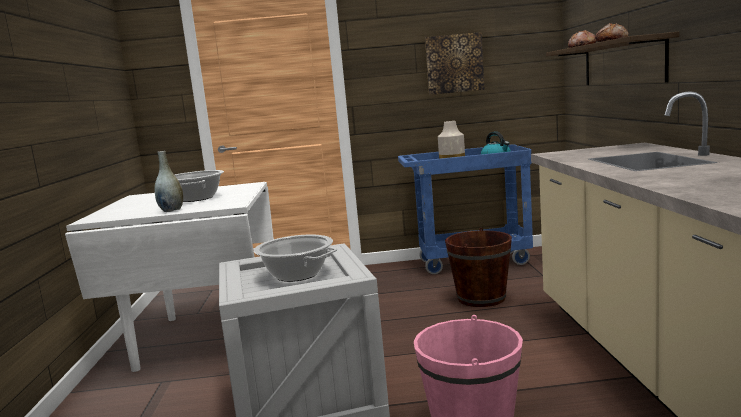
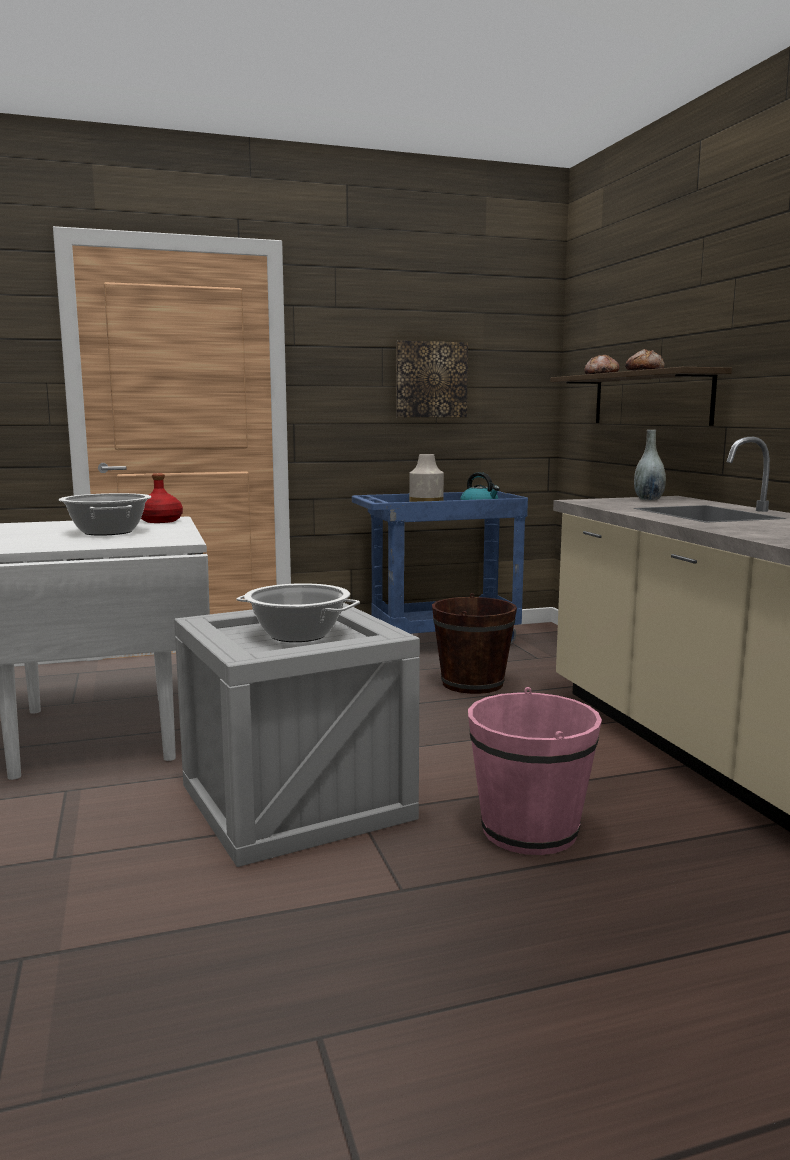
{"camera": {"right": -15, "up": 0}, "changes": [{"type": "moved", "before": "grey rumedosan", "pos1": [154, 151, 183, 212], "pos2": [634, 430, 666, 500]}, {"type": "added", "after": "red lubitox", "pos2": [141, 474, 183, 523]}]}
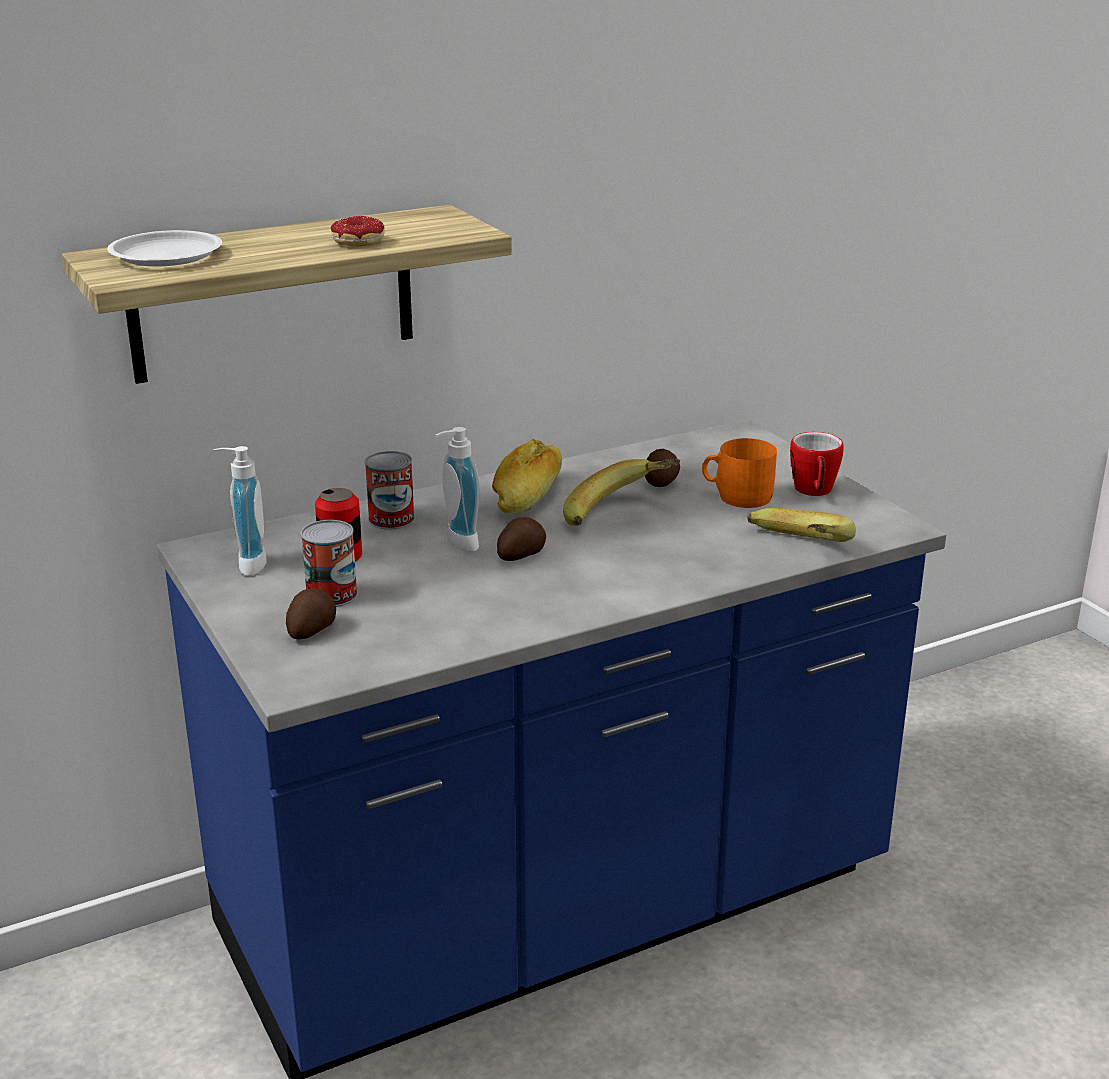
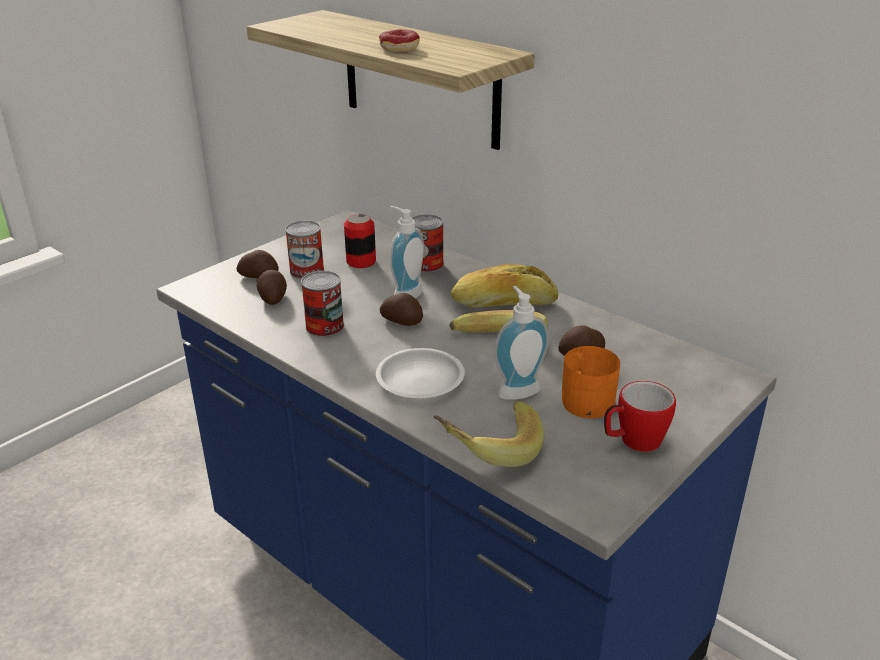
{"camera": {"right": 70, "up": 5}, "changes": [{"type": "moved", "before": "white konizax", "pos1": [107, 230, 222, 266], "pos2": [376, 348, 465, 398]}, {"type": "moved", "before": "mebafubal", "pos1": [214, 446, 266, 576], "pos2": [494, 286, 549, 400]}, {"type": "added", "after": "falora", "pos2": [256, 269, 287, 305]}, {"type": "added", "after": "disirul", "pos2": [301, 271, 344, 337]}]}
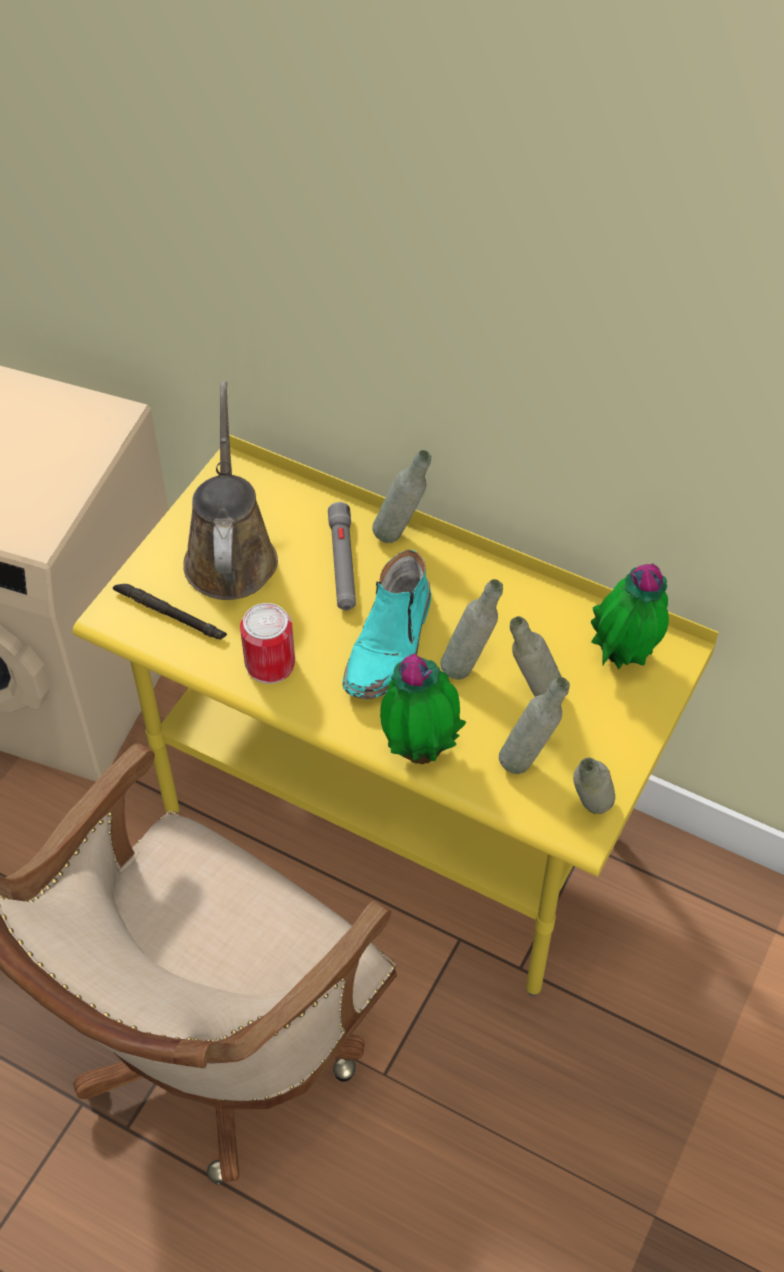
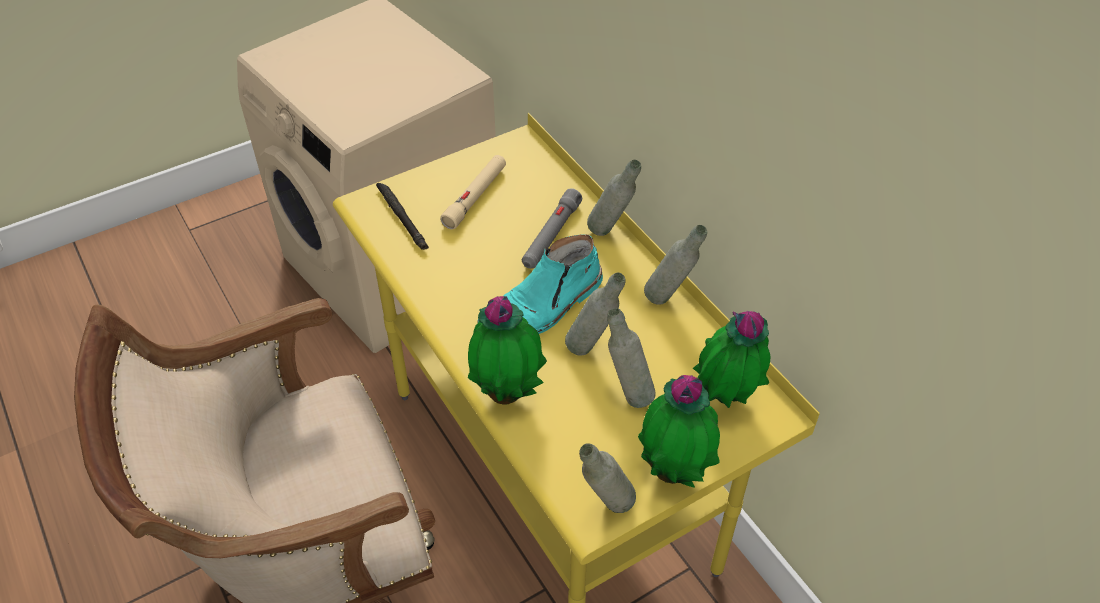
{"camera": {"right": 30, "up": -5}, "changes": [{"type": "replaced", "before": "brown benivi", "after": "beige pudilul", "pos1": [183, 381, 278, 600], "pos2": [440, 155, 506, 229]}, {"type": "removed", "before": "disirul", "pos1": [240, 603, 295, 684]}, {"type": "moved", "before": "grey lubitox", "pos1": [499, 677, 570, 774], "pos2": [644, 225, 707, 305]}, {"type": "added", "after": "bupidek", "pos2": [638, 375, 720, 488]}]}
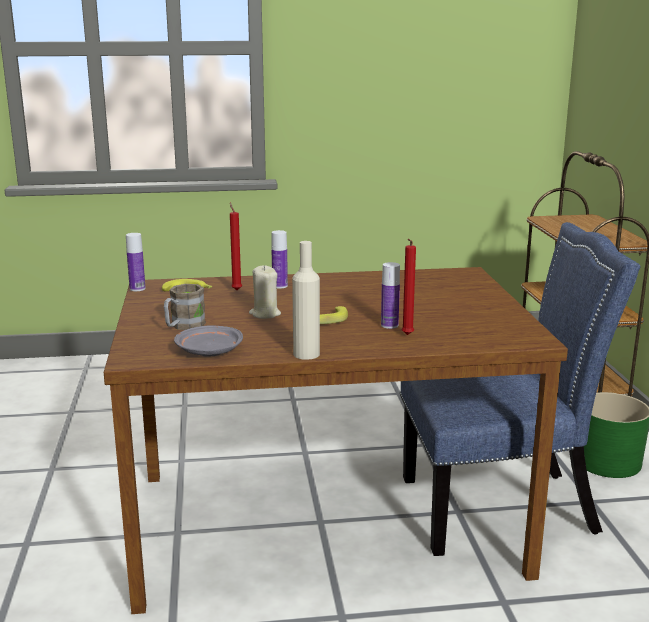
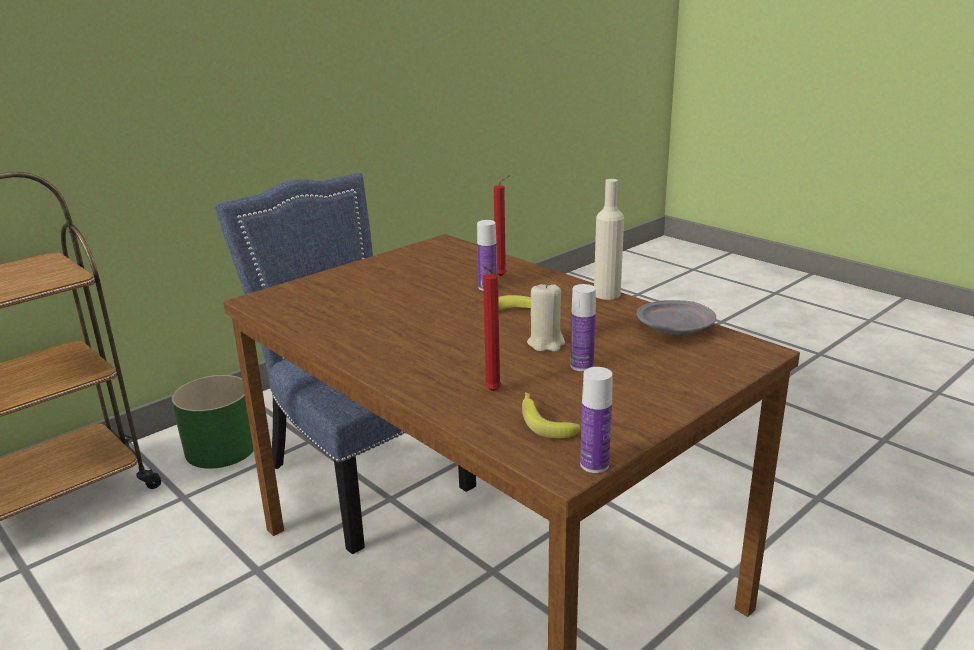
{"camera": {"right": -125, "up": 5}, "changes": [{"type": "moved", "before": "lubitox", "pos1": [271, 230, 288, 289], "pos2": [570, 284, 596, 371]}, {"type": "removed", "before": "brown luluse", "pos1": [164, 284, 206, 330]}]}
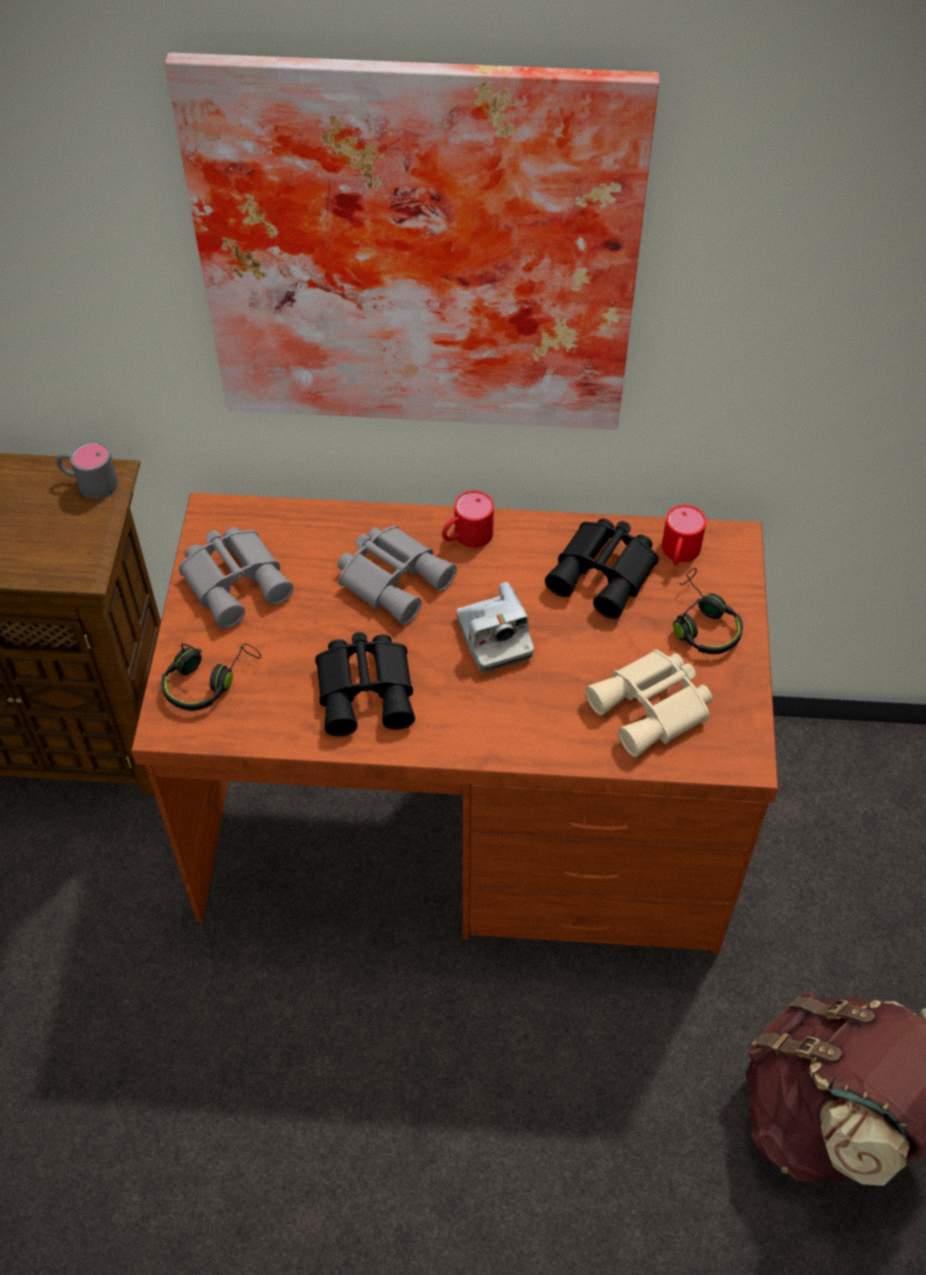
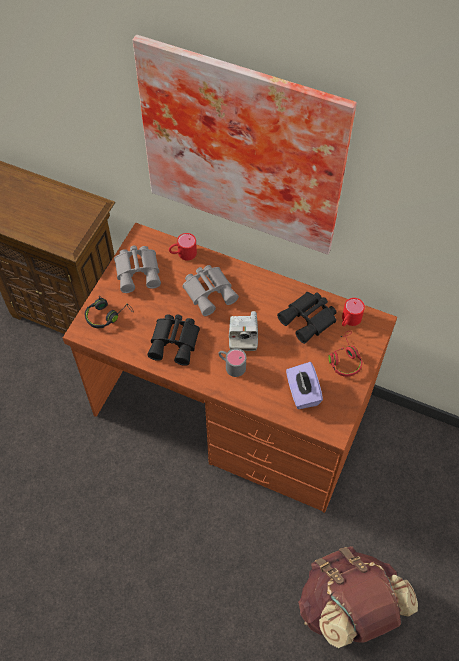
{"camera": {"right": 20, "up": 5}, "changes": [{"type": "moved", "before": "grey luluse", "pos1": [56, 441, 118, 499], "pos2": [218, 348, 246, 377]}, {"type": "moved", "before": "red luluse", "pos1": [442, 490, 494, 548], "pos2": [169, 233, 197, 261]}, {"type": "recoloured", "before": "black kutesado", "after": "red kutesado", "pos1": [673, 568, 743, 654], "pos2": [328, 331, 362, 377]}, {"type": "replaced", "before": "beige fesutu", "after": "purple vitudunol", "pos1": [585, 649, 713, 757], "pos2": [286, 362, 323, 409]}]}
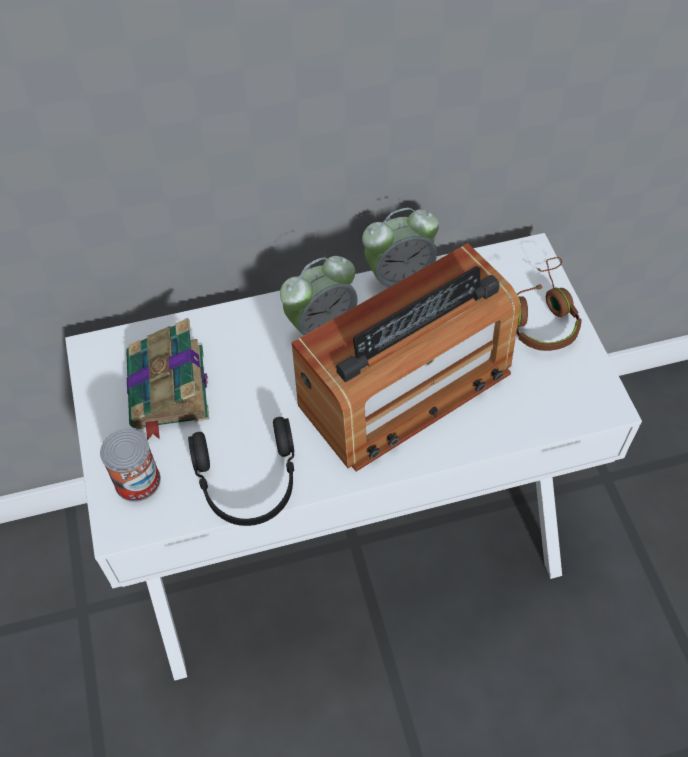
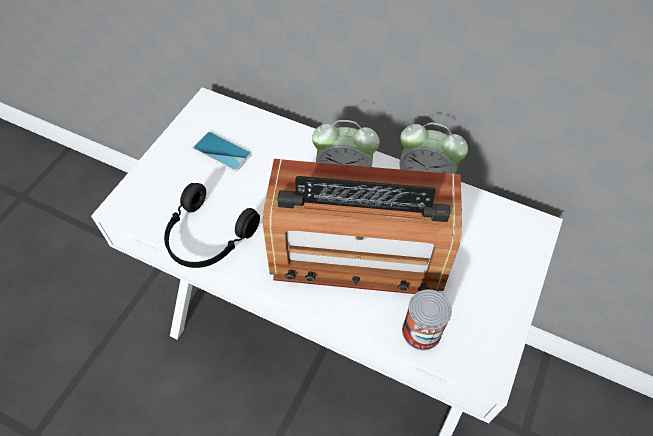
{"camera": {"right": 40, "up": 0}, "changes": [{"type": "removed", "before": "brown kutesado", "pos1": [516, 257, 581, 351]}, {"type": "replaced", "before": "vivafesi", "after": "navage", "pos1": [126, 318, 209, 440], "pos2": [193, 132, 252, 171]}, {"type": "moved", "before": "disirul", "pos1": [100, 429, 161, 502], "pos2": [402, 289, 452, 351]}]}
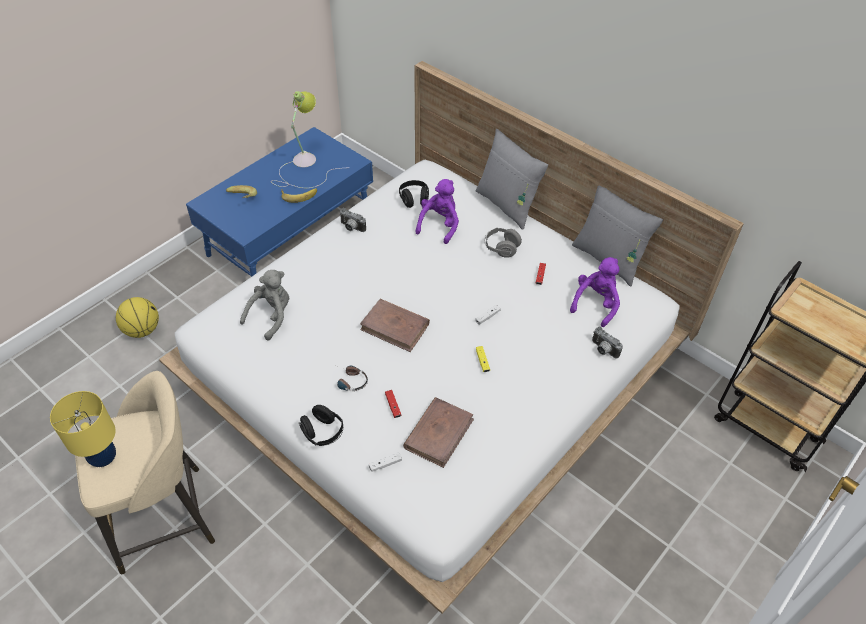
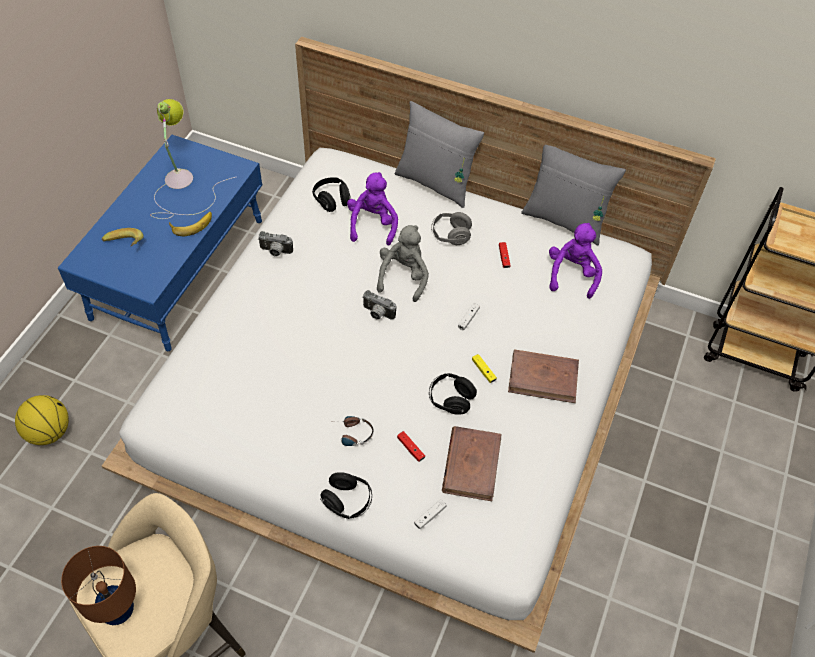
{"camera": {"right": -20, "up": 5}, "changes": [{"type": "moved", "before": "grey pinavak", "pos1": [240, 270, 289, 341], "pos2": [377, 225, 429, 302]}, {"type": "moved", "before": "brown vivafesi", "pos1": [360, 299, 430, 352], "pos2": [508, 349, 579, 403]}, {"type": "moved", "before": "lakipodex", "pos1": [592, 327, 623, 359], "pos2": [362, 290, 396, 320]}, {"type": "recoloured", "before": "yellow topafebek", "after": "brown topafebek", "pos1": [50, 391, 116, 467], "pos2": [61, 546, 136, 625]}, {"type": "added", "after": "black kutesado", "pos2": [429, 373, 477, 415]}]}
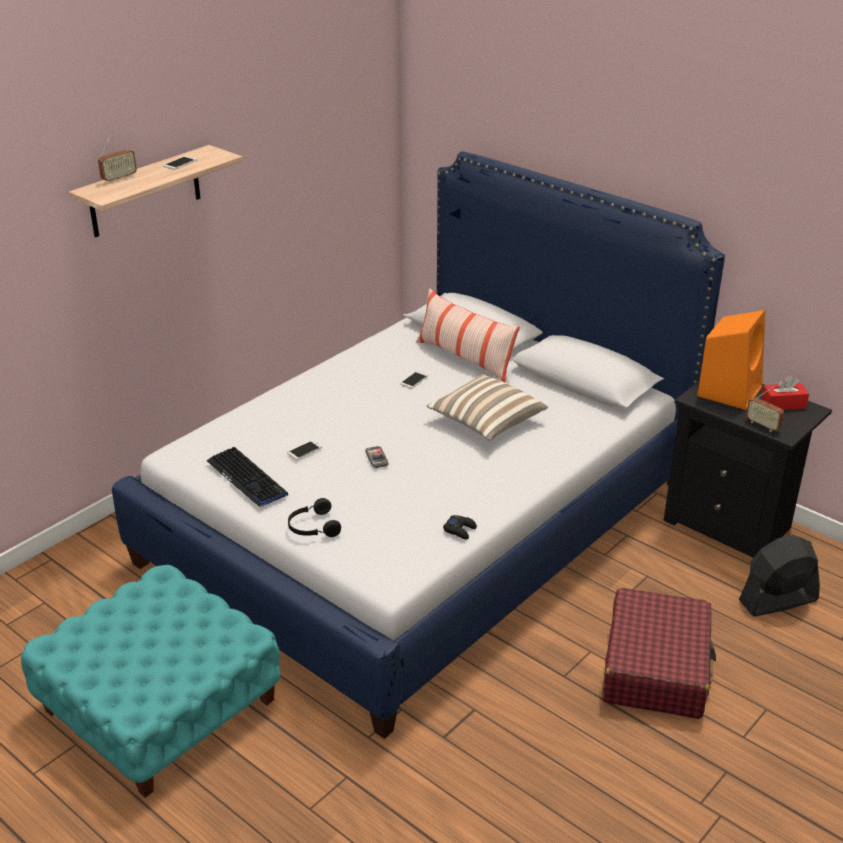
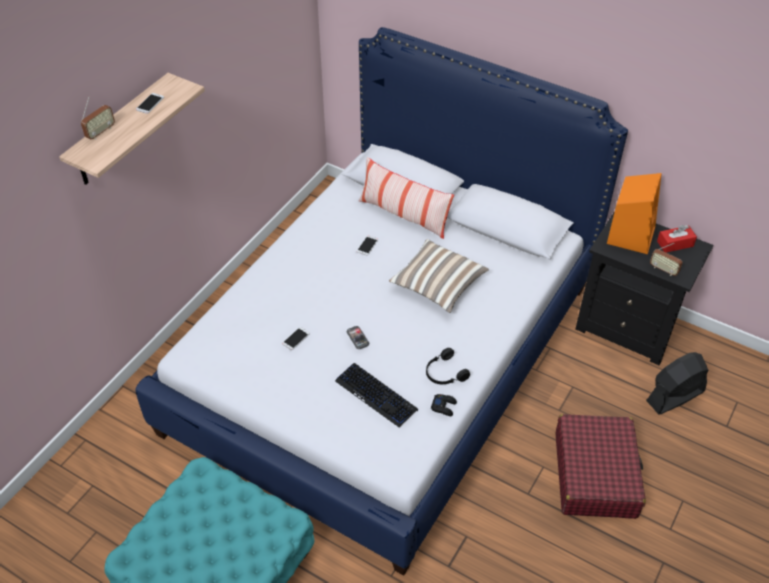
{"camera": {"right": -10, "up": 15}, "changes": [{"type": "moved", "before": "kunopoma", "pos1": [207, 447, 288, 507], "pos2": [335, 363, 418, 428]}, {"type": "moved", "before": "black kutesado", "pos1": [288, 498, 341, 537], "pos2": [426, 348, 470, 384]}]}
